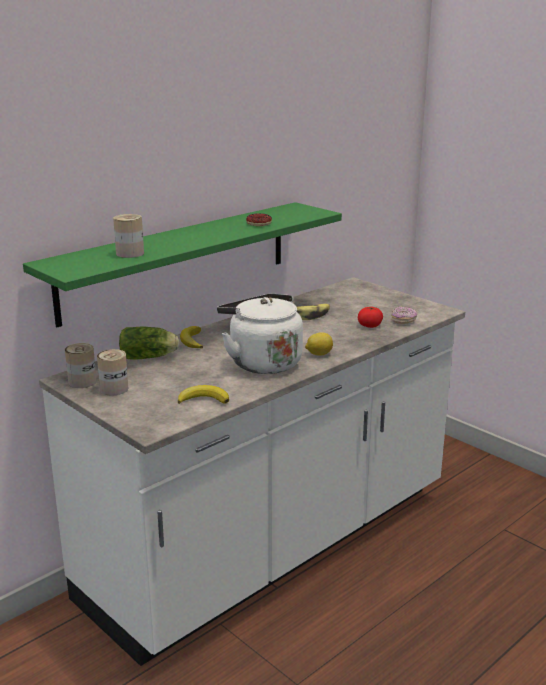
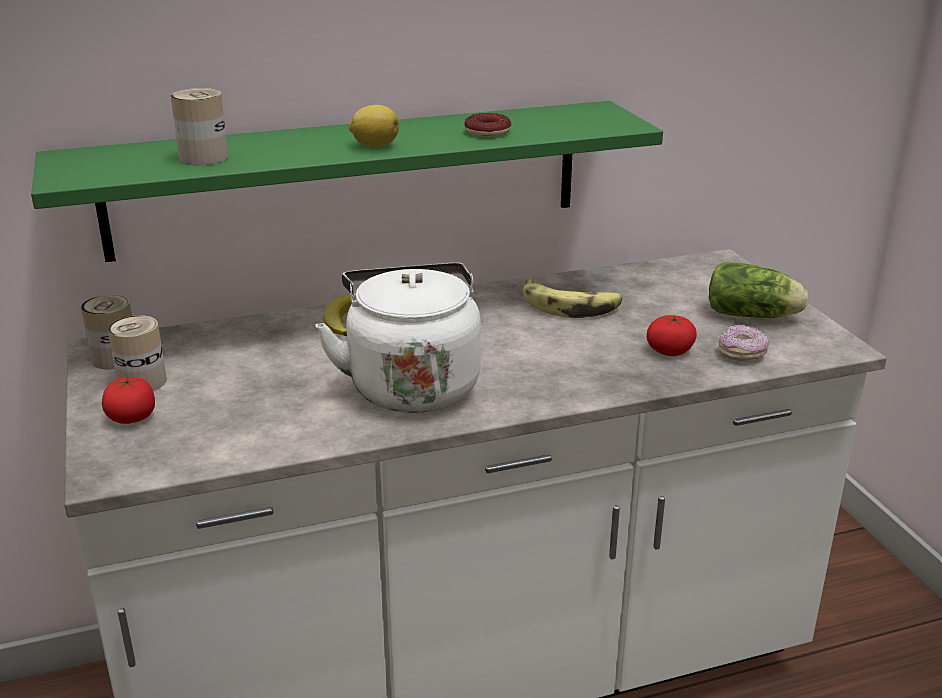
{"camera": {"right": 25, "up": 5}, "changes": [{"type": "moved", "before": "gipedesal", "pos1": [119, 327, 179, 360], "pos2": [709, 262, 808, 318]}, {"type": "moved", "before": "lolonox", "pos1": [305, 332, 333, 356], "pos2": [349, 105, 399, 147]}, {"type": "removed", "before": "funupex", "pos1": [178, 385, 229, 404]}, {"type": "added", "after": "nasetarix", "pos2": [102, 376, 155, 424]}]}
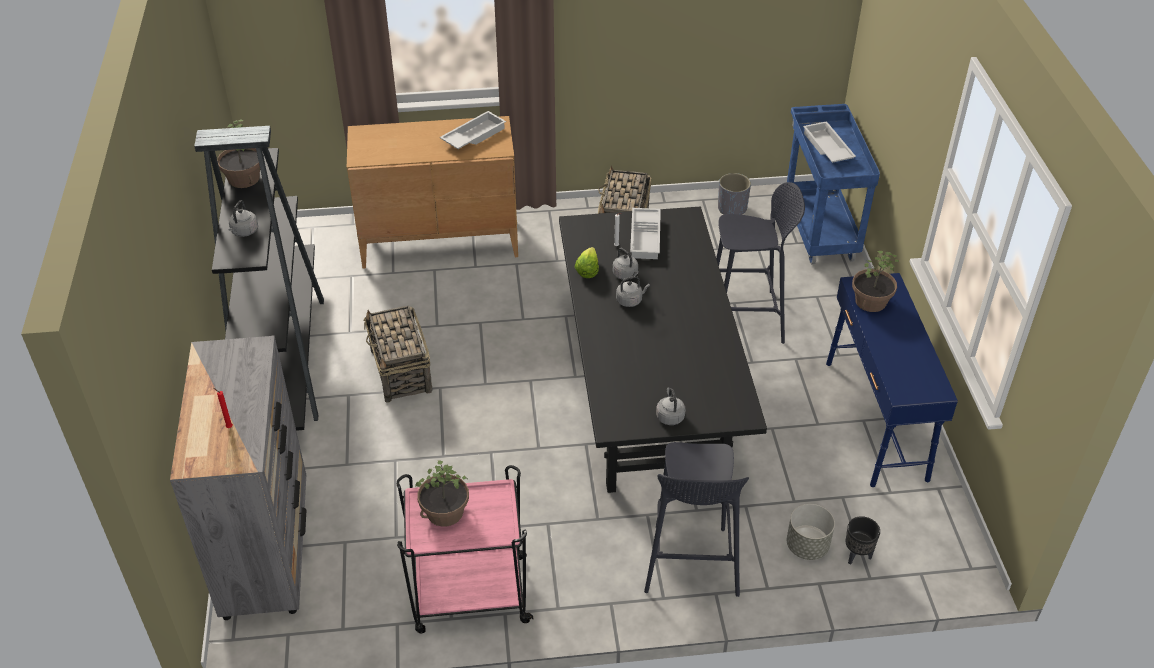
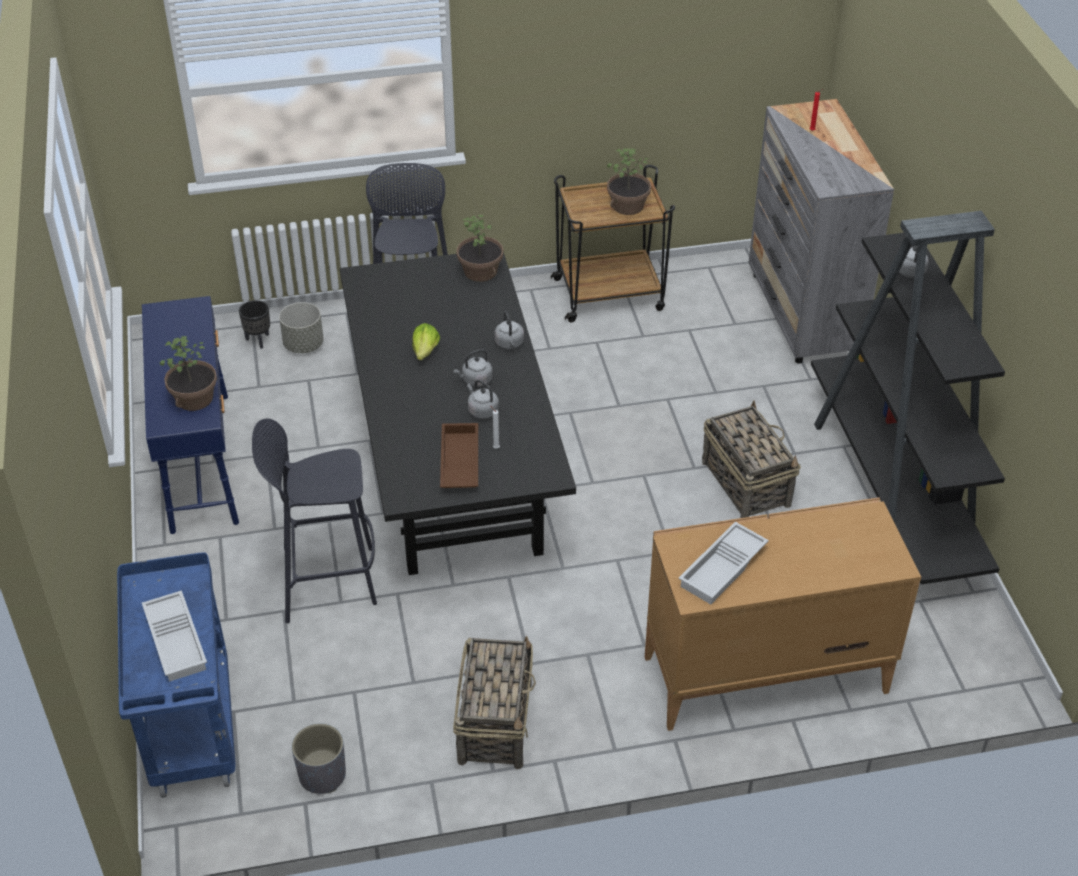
{"camera": {"right": 175, "up": 0}, "changes": [{"type": "moved", "before": "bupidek", "pos1": [217, 119, 260, 188], "pos2": [456, 215, 504, 282]}, {"type": "recoloured", "before": "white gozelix", "after": "brown gozelix", "pos1": [630, 208, 661, 259], "pos2": [440, 423, 478, 488]}, {"type": "moved", "before": "gipedesal", "pos1": [574, 247, 599, 278], "pos2": [412, 323, 440, 360]}, {"type": "moved", "before": "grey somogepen", "pos1": [656, 388, 685, 425], "pos2": [494, 311, 524, 349]}, {"type": "recoloured", "before": "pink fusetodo", "after": "brown fusetodo", "pos1": [397, 465, 534, 633], "pos2": [550, 165, 675, 322]}]}
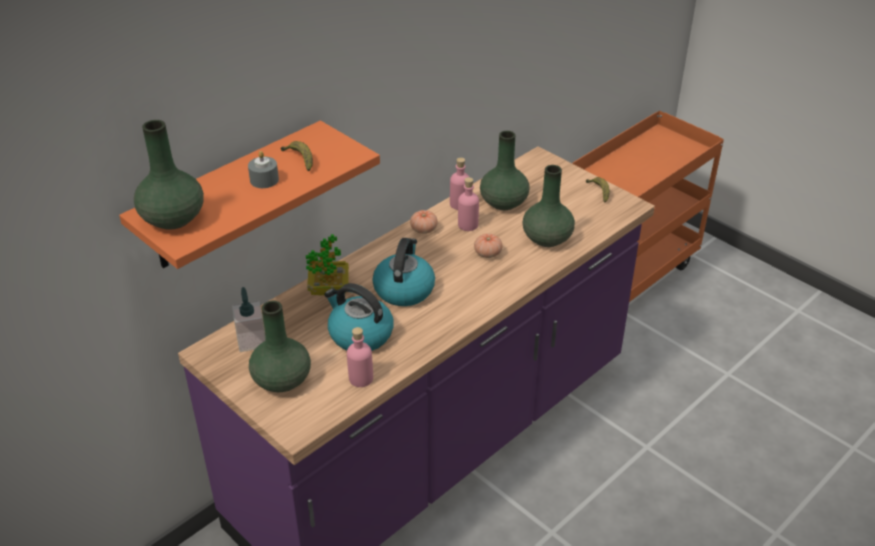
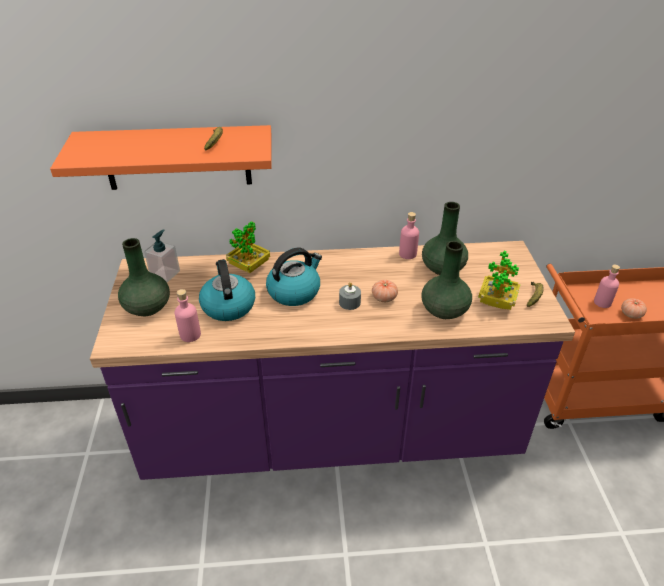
{"camera": {"right": 40, "up": 0}, "changes": [{"type": "removed", "before": "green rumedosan", "pos1": [134, 120, 204, 230]}, {"type": "moved", "before": "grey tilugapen", "pos1": [248, 151, 279, 188], "pos2": [339, 282, 361, 310]}, {"type": "moved", "before": "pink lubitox", "pos1": [458, 177, 479, 231], "pos2": [594, 265, 620, 308]}, {"type": "moved", "before": "nasetarix", "pos1": [410, 210, 438, 234], "pos2": [621, 298, 647, 319]}, {"type": "added", "after": "bupidek", "pos2": [478, 251, 520, 310]}]}
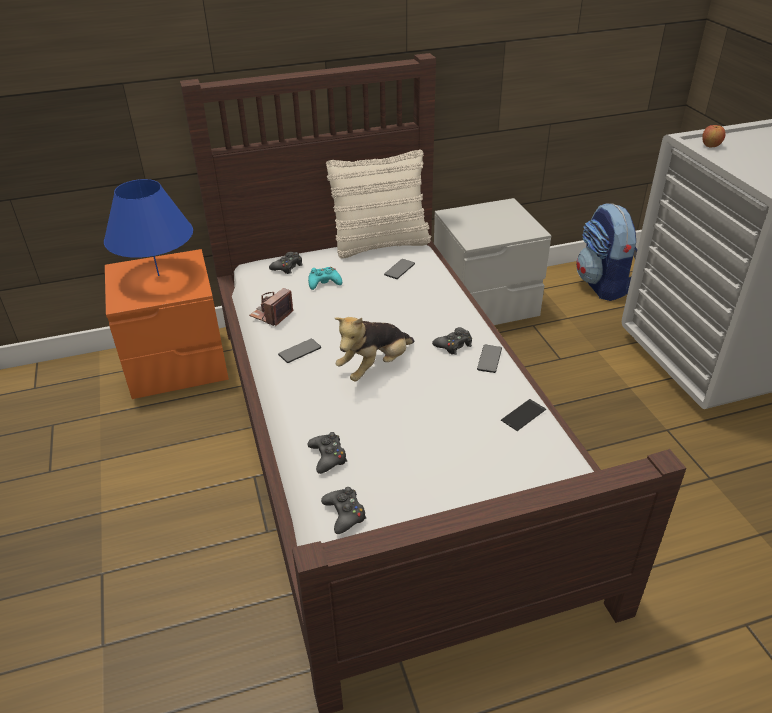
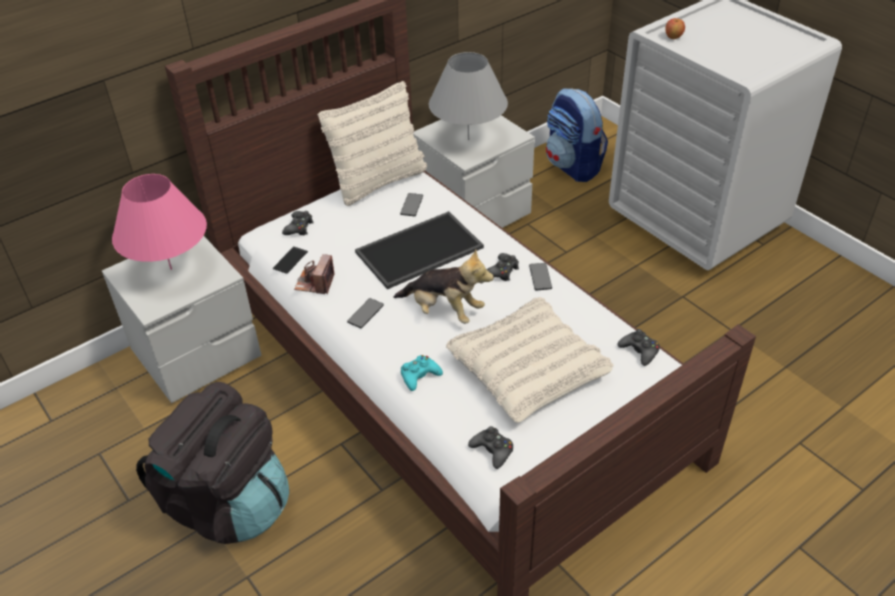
{"camera": {"right": -20, "up": 5}, "changes": [{"type": "recoloured", "before": "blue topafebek", "after": "pink topafebek", "pos1": [104, 179, 193, 276], "pos2": [112, 174, 207, 270]}, {"type": "recoloured", "before": "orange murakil", "after": "white murakil", "pos1": [105, 249, 229, 399], "pos2": [102, 236, 262, 403]}, {"type": "moved", "before": "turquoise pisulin", "pos1": [308, 267, 342, 290], "pos2": [401, 355, 443, 391]}, {"type": "turned", "before": "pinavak", "pos1": [334, 317, 415, 381], "pos2": [393, 249, 494, 324], "turn": -90}, {"type": "moved", "before": "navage", "pos1": [501, 399, 546, 431], "pos2": [273, 246, 308, 274]}, {"type": "moved", "before": "black pisulin", "pos1": [308, 432, 347, 474], "pos2": [617, 329, 660, 366]}, {"type": "added", "after": "grey topafebek", "pos2": [429, 52, 508, 140]}, {"type": "added", "after": "gozelix", "pos2": [355, 211, 484, 289]}, {"type": "added", "after": "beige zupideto", "pos2": [446, 297, 613, 423]}, {"type": "added", "after": "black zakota", "pos2": [136, 382, 289, 544]}]}
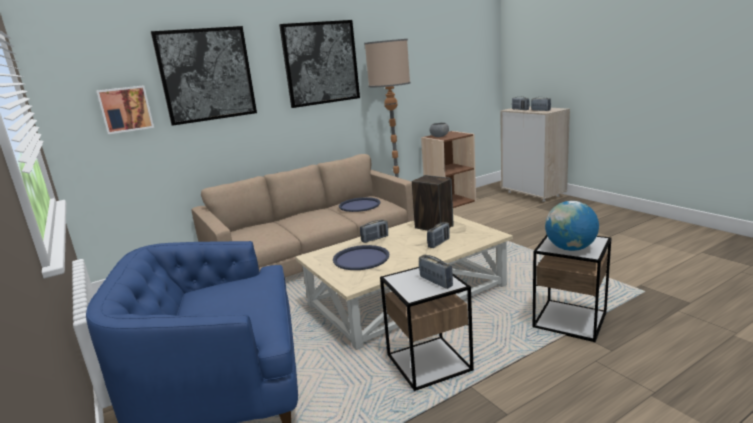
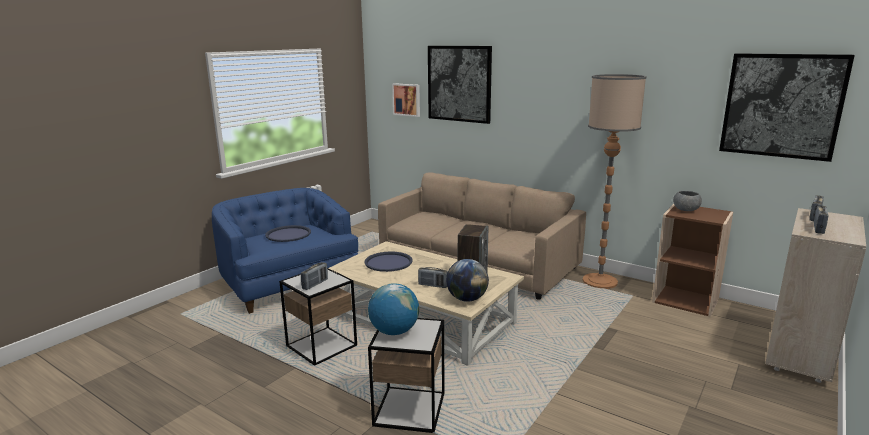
{"camera": {"right": 65, "up": 0}, "changes": [{"type": "moved", "before": "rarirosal", "pos1": [279, 20, 360, 108], "pos2": [719, 53, 855, 162]}, {"type": "moved", "before": "blue gozelix", "pos1": [339, 197, 380, 212], "pos2": [265, 225, 311, 242]}, {"type": "removed", "before": "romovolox", "pos1": [360, 220, 388, 243]}, {"type": "added", "after": "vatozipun", "pos2": [446, 259, 489, 302]}]}
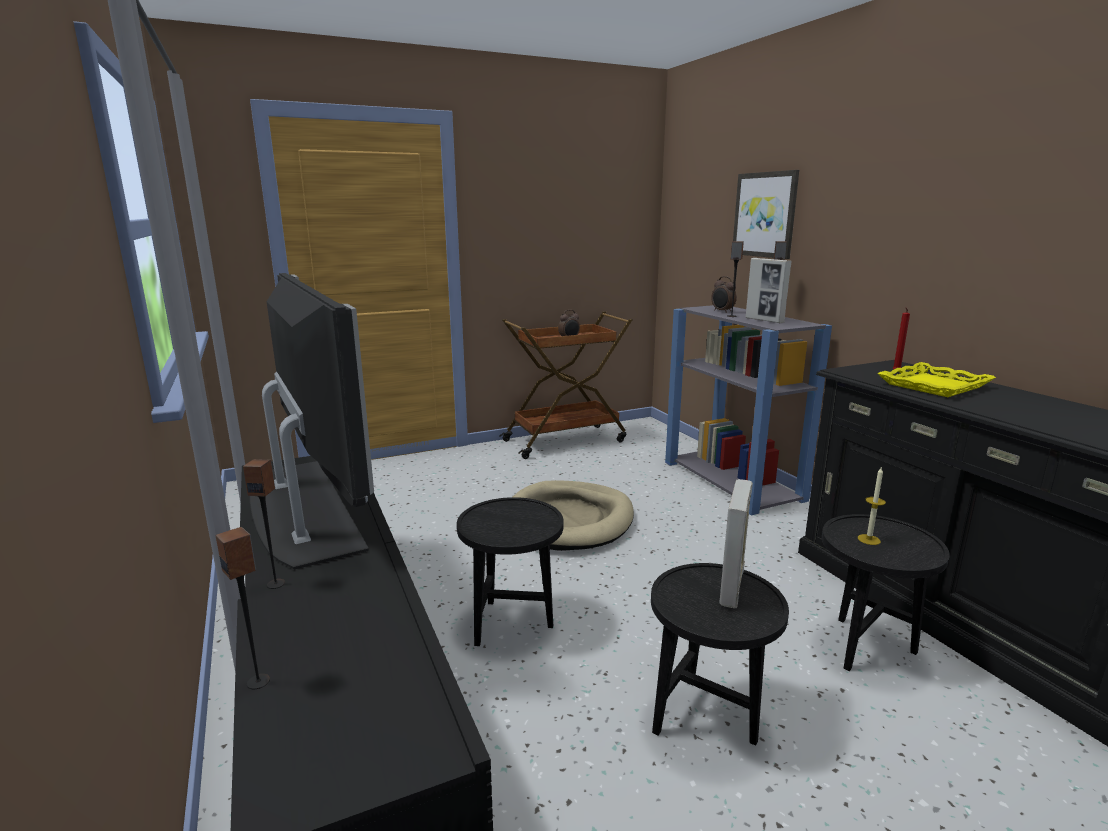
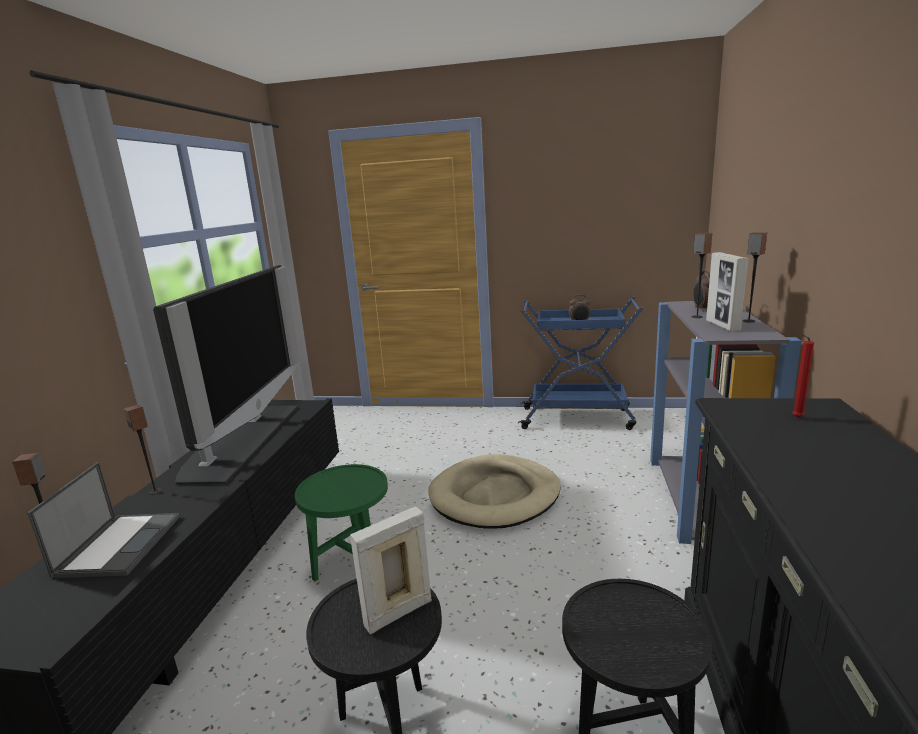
{"camera": {"right": 35, "up": 0}, "changes": [{"type": "removed", "before": "rarirosal", "pos1": [733, 170, 799, 259]}, {"type": "recoloured", "before": "brown fusetodo", "after": "blue fusetodo", "pos1": [499, 311, 633, 459], "pos2": [518, 297, 644, 430]}, {"type": "removed", "before": "yellow gozelix", "pos1": [877, 362, 996, 397]}, {"type": "removed", "before": "tilugapen", "pos1": [858, 468, 886, 545]}, {"type": "recoloured", "before": "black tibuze", "after": "green tibuze", "pos1": [457, 497, 564, 646], "pos2": [295, 464, 388, 581]}, {"type": "added", "after": "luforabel", "pos2": [27, 462, 180, 578]}]}
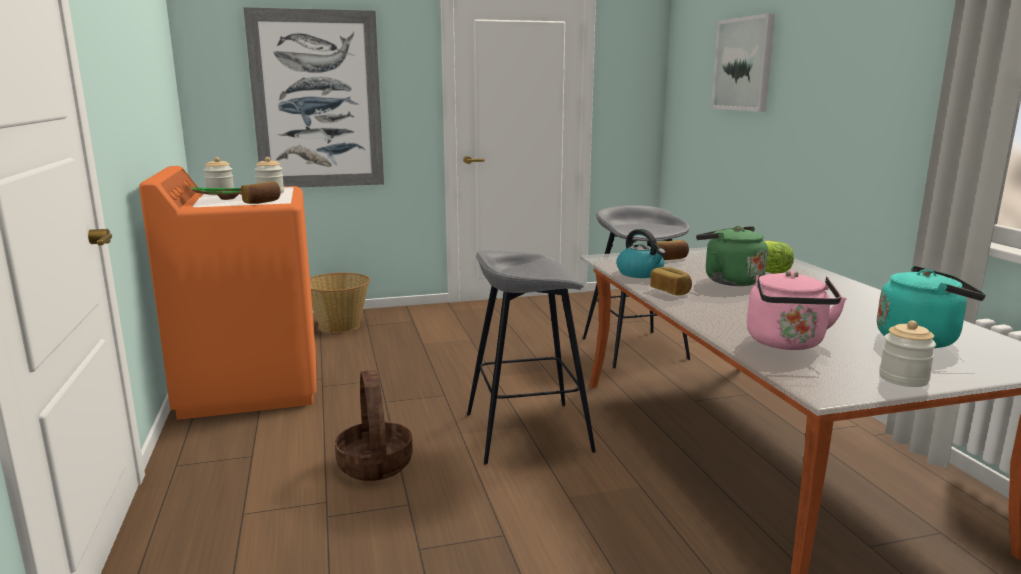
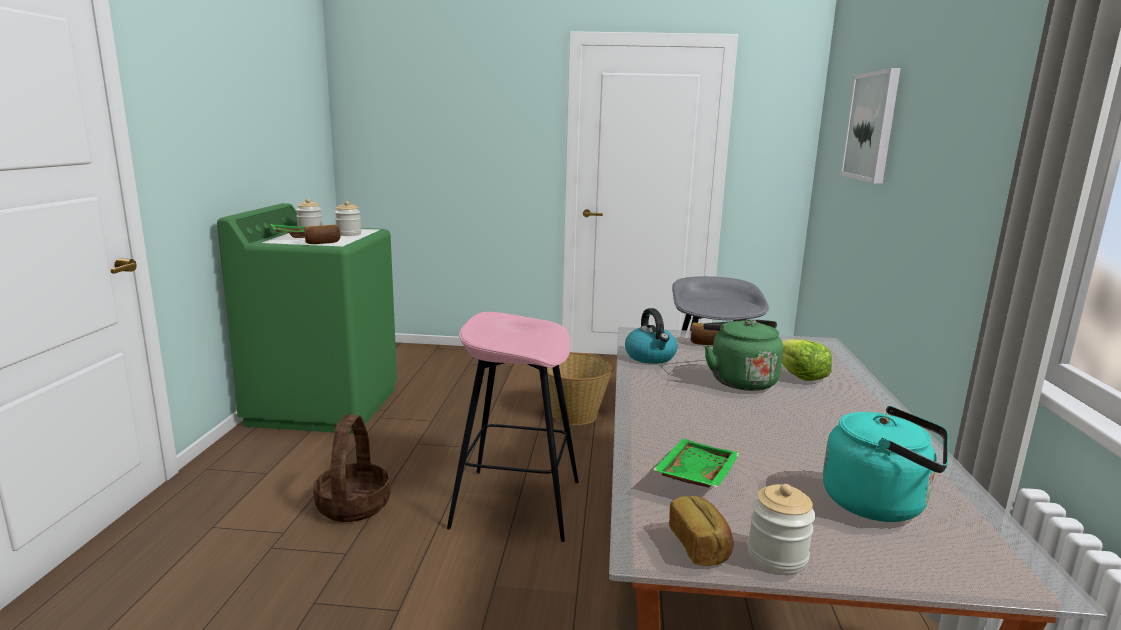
{"camera": {"right": 20, "up": 0}, "changes": [{"type": "removed", "before": "rarirosal", "pos1": [243, 7, 384, 187]}, {"type": "recoloured", "before": "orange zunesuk", "after": "green zunesuk", "pos1": [139, 166, 316, 420], "pos2": [217, 203, 397, 434]}, {"type": "recoloured", "before": "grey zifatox", "after": "pink zifatox", "pos1": [467, 251, 596, 465], "pos2": [447, 312, 579, 542]}, {"type": "moved", "before": "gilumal", "pos1": [650, 267, 692, 295], "pos2": [669, 496, 734, 566]}, {"type": "replaced", "before": "pink somogepen", "after": "green gozelix", "pos1": [747, 270, 847, 350], "pos2": [653, 438, 740, 488]}, {"type": "moved", "before": "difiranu", "pos1": [310, 273, 370, 333], "pos2": [547, 352, 614, 425]}]}
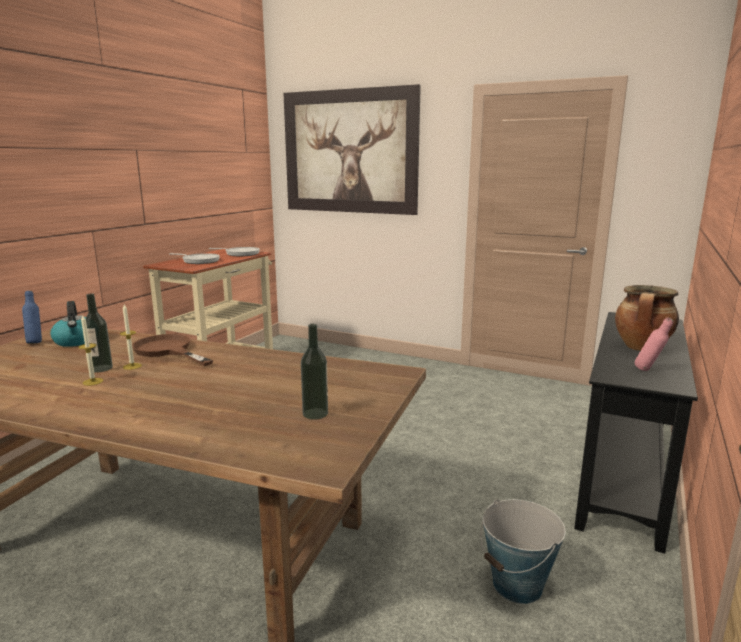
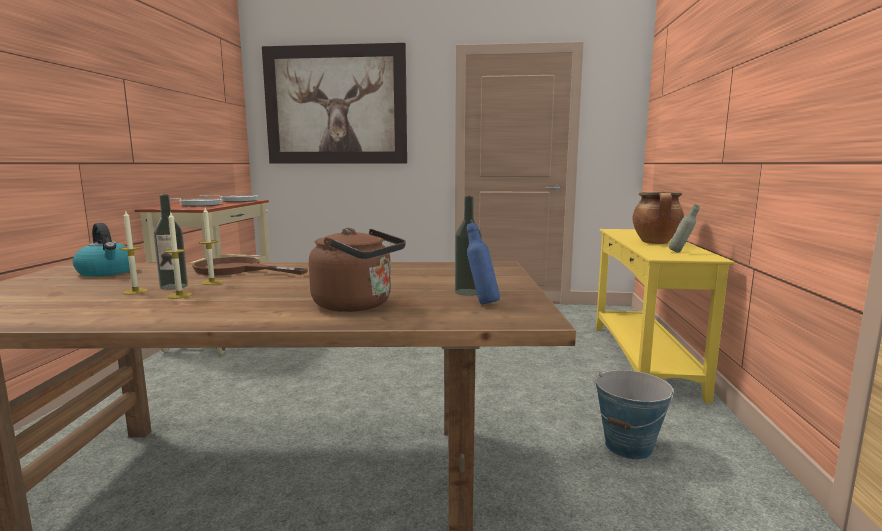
{"camera": {"right": -20, "up": -5}, "changes": [{"type": "moved", "before": "blue lubitox", "pos1": [22, 291, 42, 344], "pos2": [467, 223, 500, 305]}, {"type": "recoloured", "before": "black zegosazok", "after": "yellow zegosazok", "pos1": [574, 312, 698, 554], "pos2": [596, 229, 734, 403]}, {"type": "recoloured", "before": "pink lubitox", "after": "grey lubitox", "pos1": [635, 317, 673, 371], "pos2": [668, 204, 700, 253]}, {"type": "added", "after": "tilugapen", "pos2": [119, 211, 148, 295]}, {"type": "added", "after": "brown somogepen", "pos2": [309, 228, 406, 312]}]}
